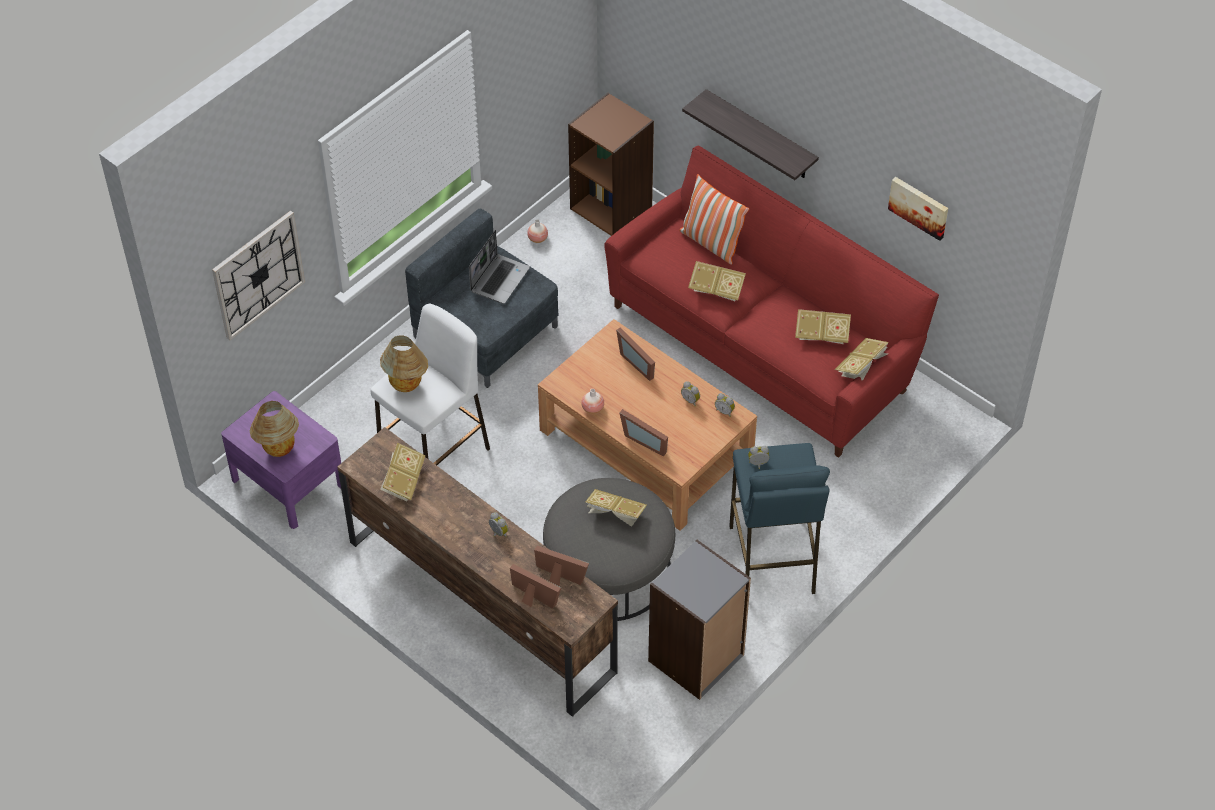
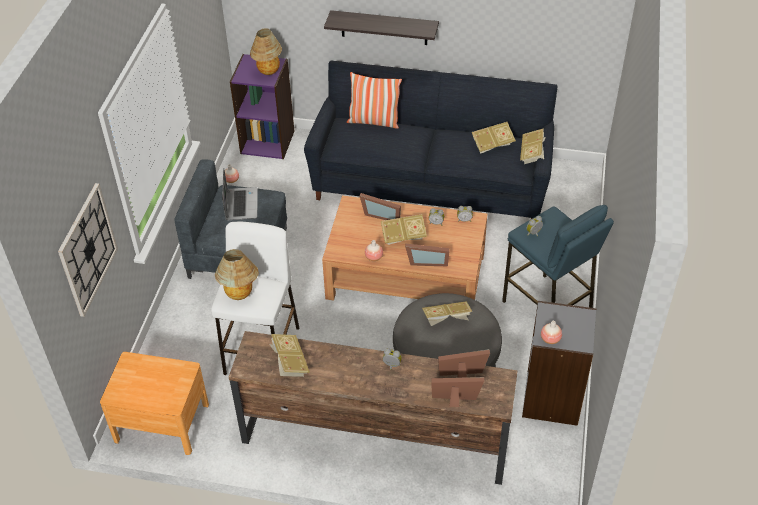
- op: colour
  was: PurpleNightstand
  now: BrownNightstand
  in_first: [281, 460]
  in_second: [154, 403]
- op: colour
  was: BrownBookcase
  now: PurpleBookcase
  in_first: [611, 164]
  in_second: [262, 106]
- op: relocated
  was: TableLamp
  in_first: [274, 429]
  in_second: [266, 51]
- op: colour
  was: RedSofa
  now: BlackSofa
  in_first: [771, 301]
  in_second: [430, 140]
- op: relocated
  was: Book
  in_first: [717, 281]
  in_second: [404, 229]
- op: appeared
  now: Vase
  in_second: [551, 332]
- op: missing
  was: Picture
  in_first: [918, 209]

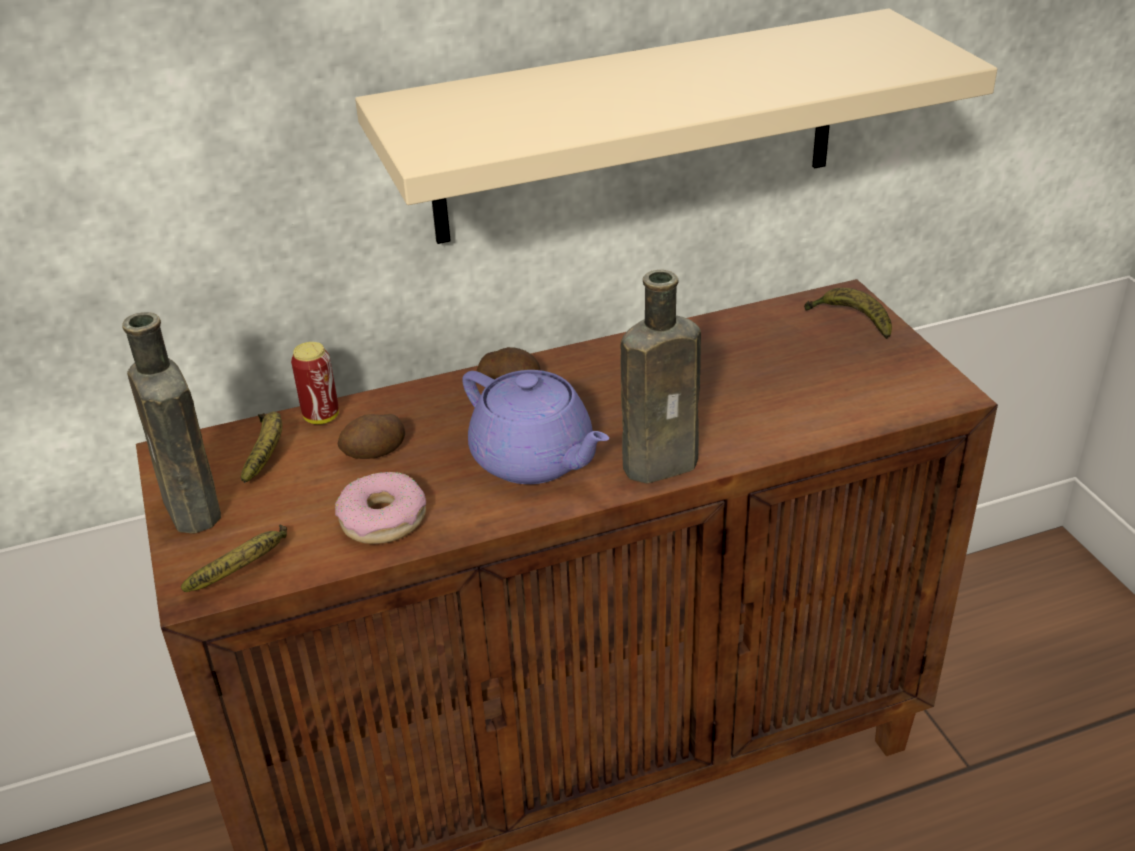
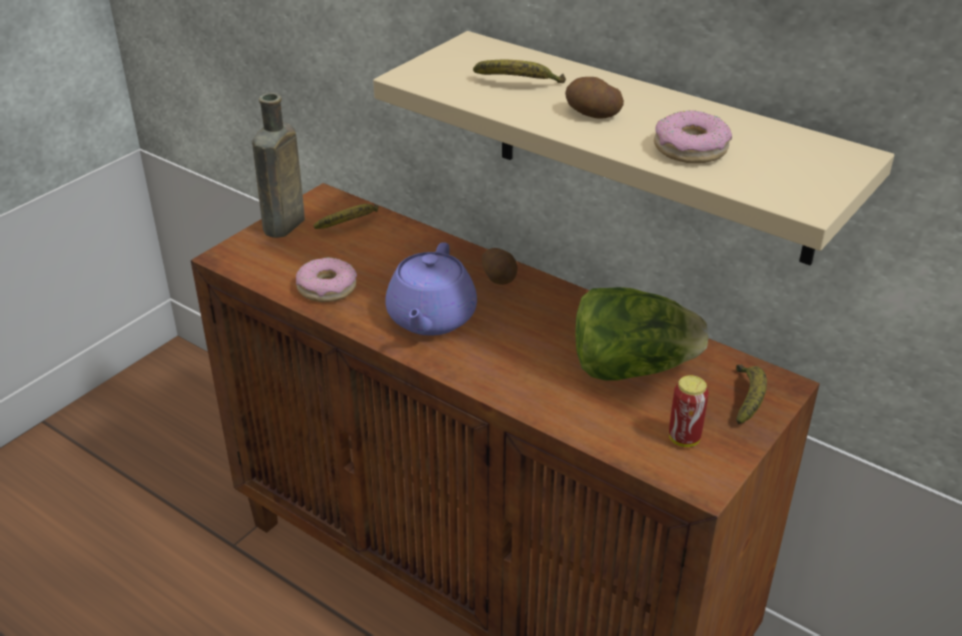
- op: relocated
  was: Banana
  in_first: [234, 558]
  in_second: [519, 71]
- op: relocated
  was: Potato
  in_first: [371, 436]
  in_second: [594, 98]
- op: appeared
  now: Lettuce
  in_second: [641, 334]
- op: appeared
  now: Donut
  in_second: [693, 136]
- op: relocated
  was: Can
  in_first: [315, 383]
  in_second: [689, 411]
- op: missing
  was: BrownBottle
  in_first: [660, 376]

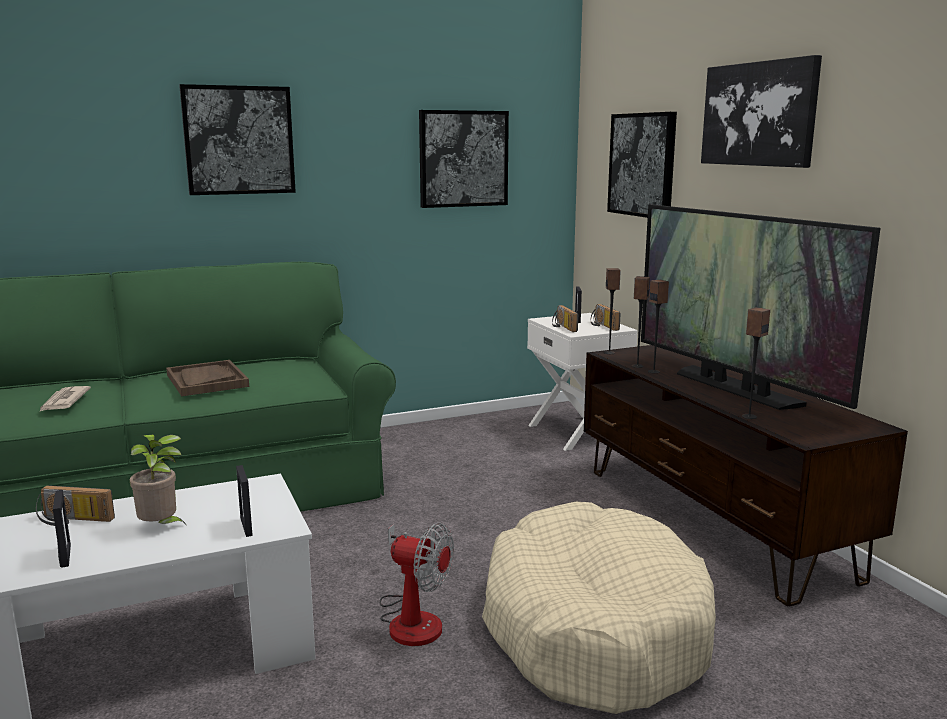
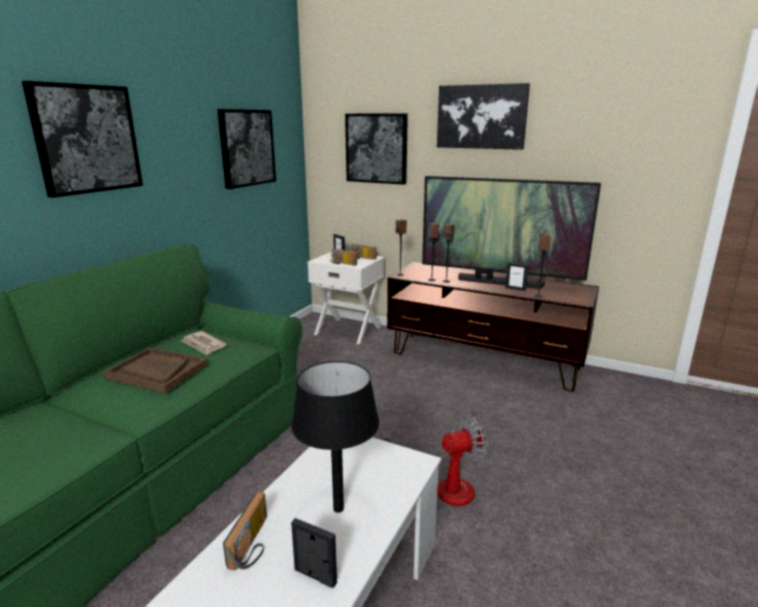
- op: relocated
  was: Newspaper
  in_first: [65, 399]
  in_second: [204, 343]
- op: spun
  was: Radio
  in_first: [75, 505]
  in_second: [245, 531]
  clockwise: -45
- op: exchanged
  was: PottedPlant
  now: BlackTableLamp
  in_first: [157, 479]
  in_second: [335, 437]
- op: relocated
  was: PictureFrame
  in_first: [244, 501]
  in_second: [516, 276]
- op: missing
  was: BeigeDogBed
  in_first: [599, 608]

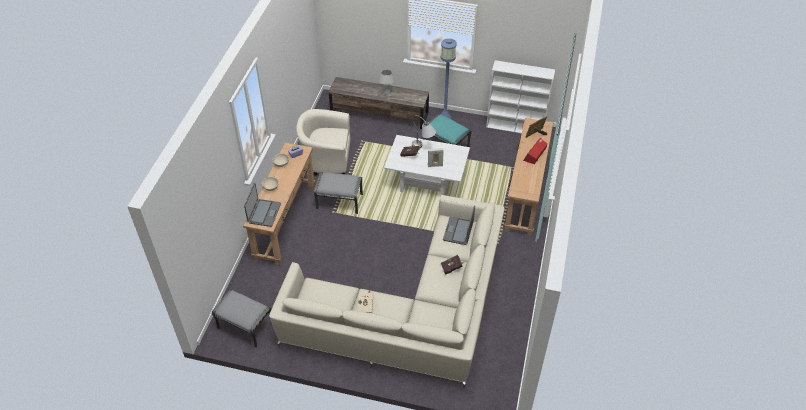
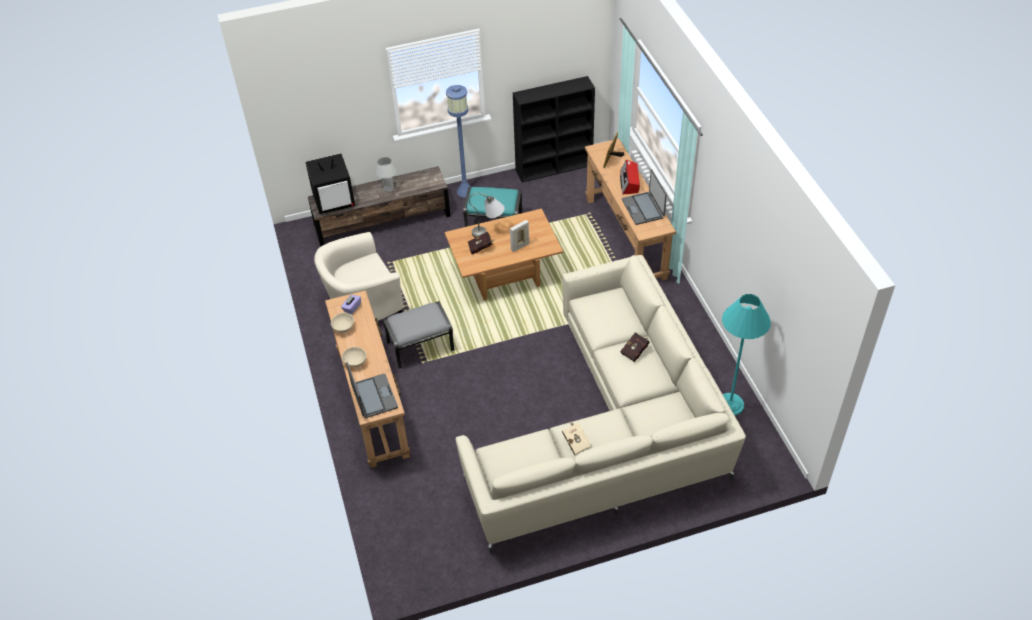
- op: appeared
  now: Television
  in_second: [330, 183]
- op: colour
  was: WhiteCoffeeTable
  now: BrownCoffeeTable
  in_first: [427, 165]
  in_second: [504, 254]
- op: colour
  was: WhiteBookcase
  now: BlackBookcase
  in_first: [520, 96]
  in_second: [554, 129]
- op: relocated
  was: Laptop
  in_first: [459, 225]
  in_second: [644, 197]
- op: appeared
  now: TurquoiseFloorLamp
  in_second: [746, 355]
- op: missing
  was: GreyOttoman
  in_first: [242, 319]

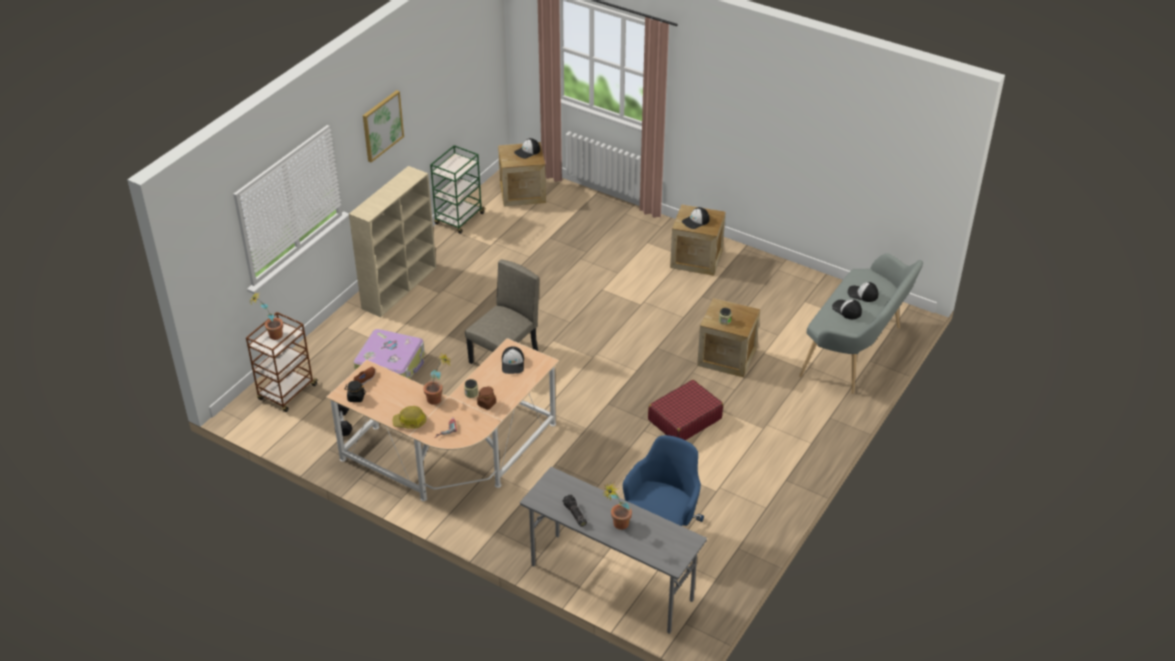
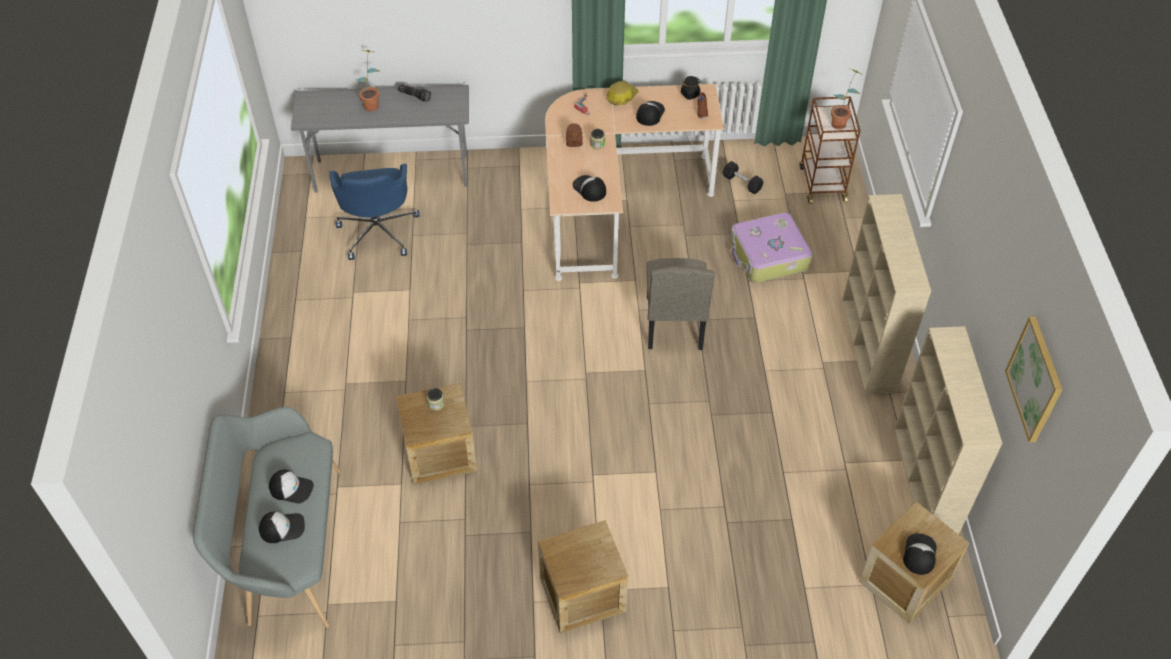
- op: relocated
  was: Cap
  in_first: [695, 218]
  in_second: [650, 113]
- op: exchanged
  was: GreenCart
  now: BeigeBookcase
  in_first: [457, 189]
  in_second: [948, 430]
- op: relocated
  was: Picture
  in_first: [383, 126]
  in_second: [1034, 379]
- op: missing
  was: PottedPlant
  in_first: [437, 379]
- op: missing
  was: RedSuitcase
  in_first: [685, 410]

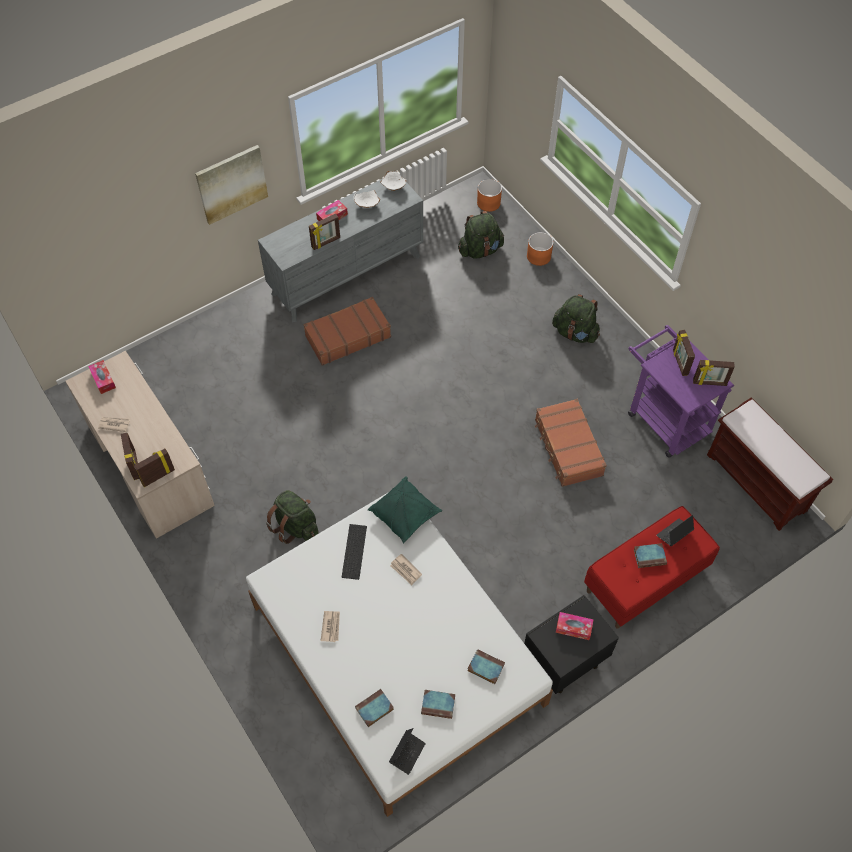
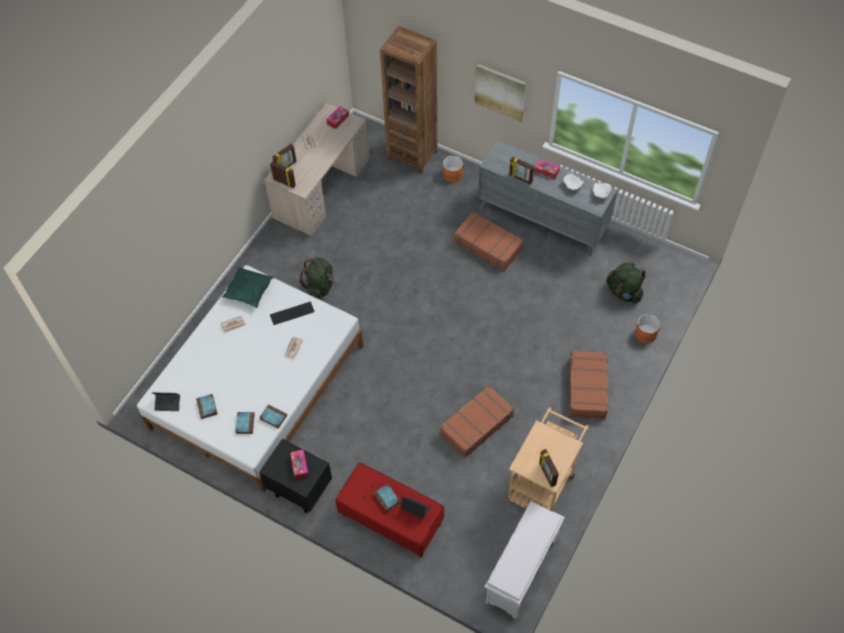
- op: relocated
  was: GreenPillow
  in_first: [405, 509]
  in_second: [248, 287]
- op: relocated
  was: Book
  in_first: [374, 708]
  in_second: [273, 417]
- op: appeared
  now: BrownBookcase
  in_second: [408, 99]
- op: relocated
  was: OrangePlanter
  in_first: [489, 195]
  in_second: [453, 169]
- op: colour
  was: BrownBench
  now: WhiteBench
  in_first: [770, 464]
  in_second: [525, 560]
- op: colour
  was: PurpleCart
  now: BeigeCart
  in_first: [681, 391]
  in_second: [548, 459]
- op: exchanged
  was: GreenBackpack
  now: BrownSuitcase
  in_first: [576, 318]
  in_second: [587, 384]
- op: missing
  was: PictureFrame
  in_first: [684, 353]

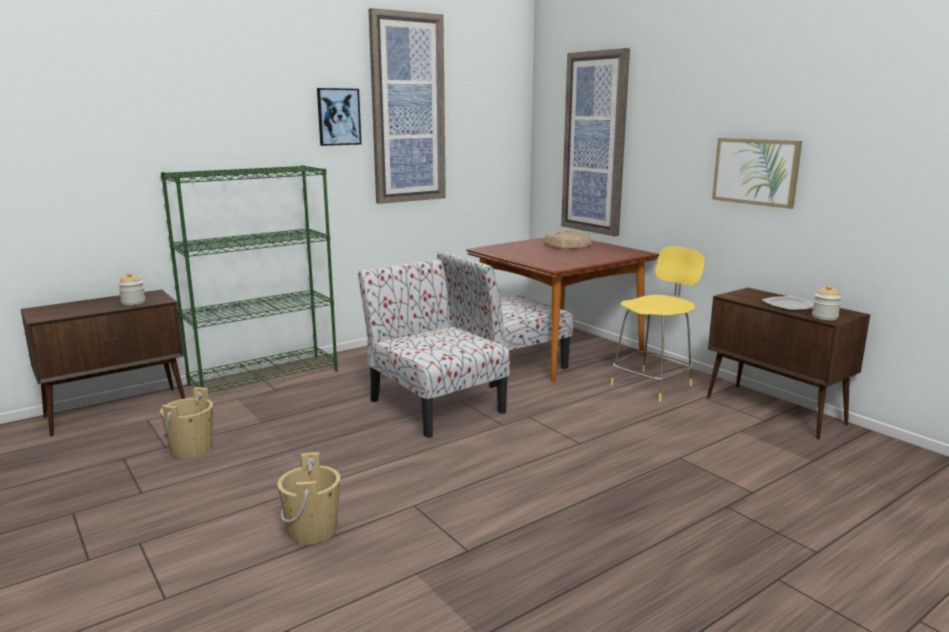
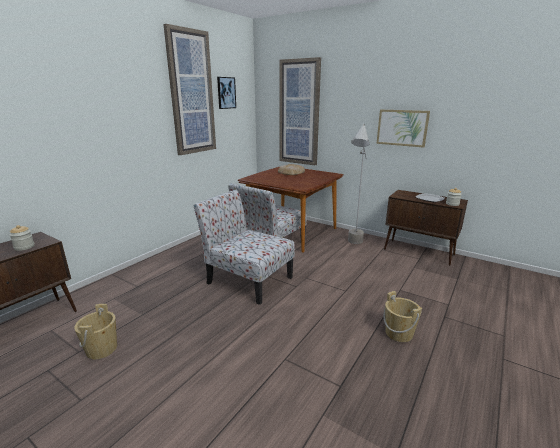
- op: relocated
  was: Picture
  in_first: [339, 117]
  in_second: [226, 93]
- op: exchanged
  was: YellowStool
  now: GreyFloorLamp
  in_first: [657, 324]
  in_second: [358, 184]
- op: relocated
  was: BeigeBucket
  in_first: [308, 498]
  in_second: [403, 316]
- op: missing
  was: GreenBookcase
  in_first: [249, 279]

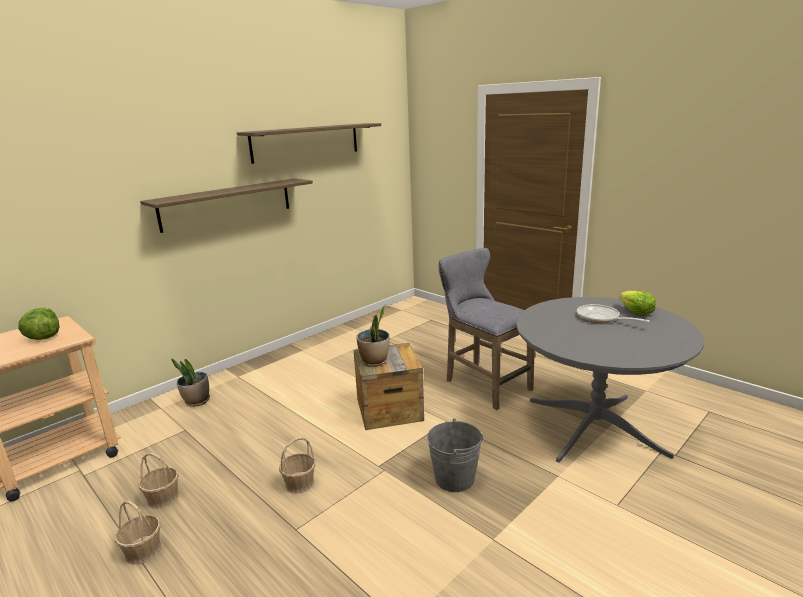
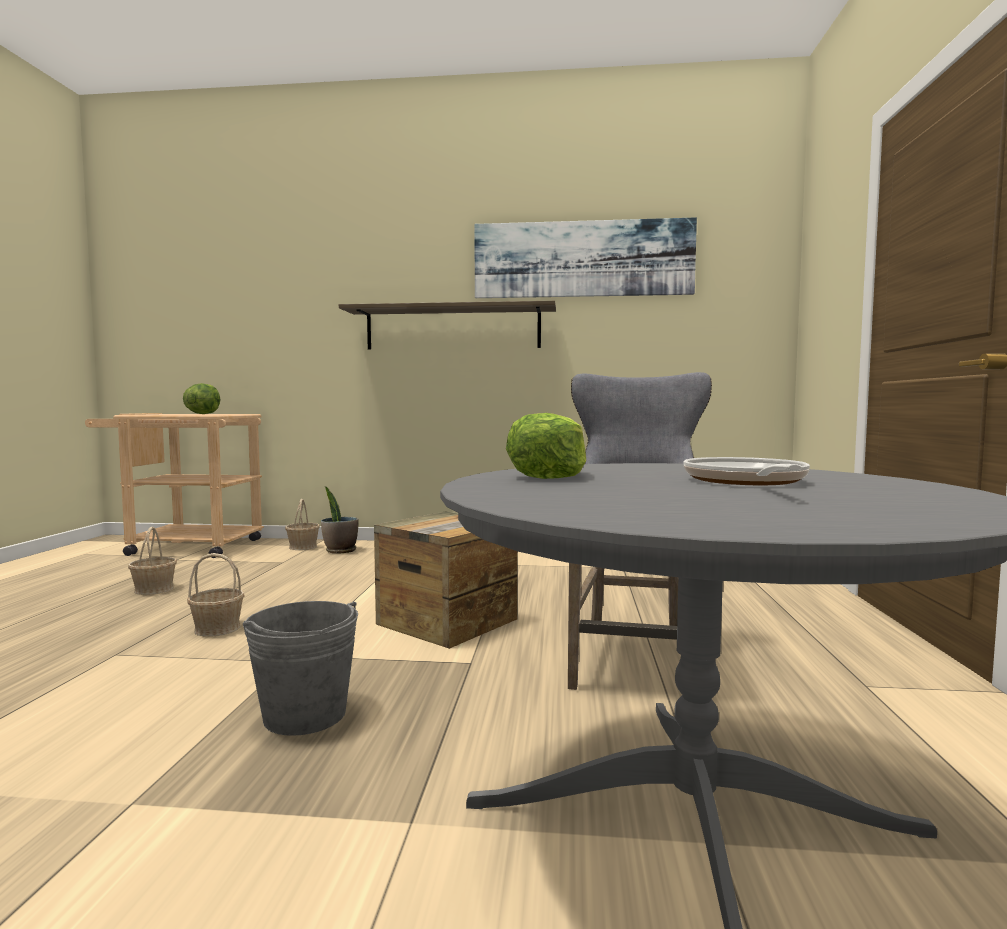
- op: relocated
  was: Basket
  in_first: [138, 532]
  in_second: [302, 524]
- op: exchanged
  was: Shelf
  now: Picture
  in_first: [309, 143]
  in_second: [585, 257]
- op: relocated
  was: Lettuce
  in_first: [637, 303]
  in_second: [546, 446]
- op: missing
  was: PottedPlant
  in_first: [373, 335]

